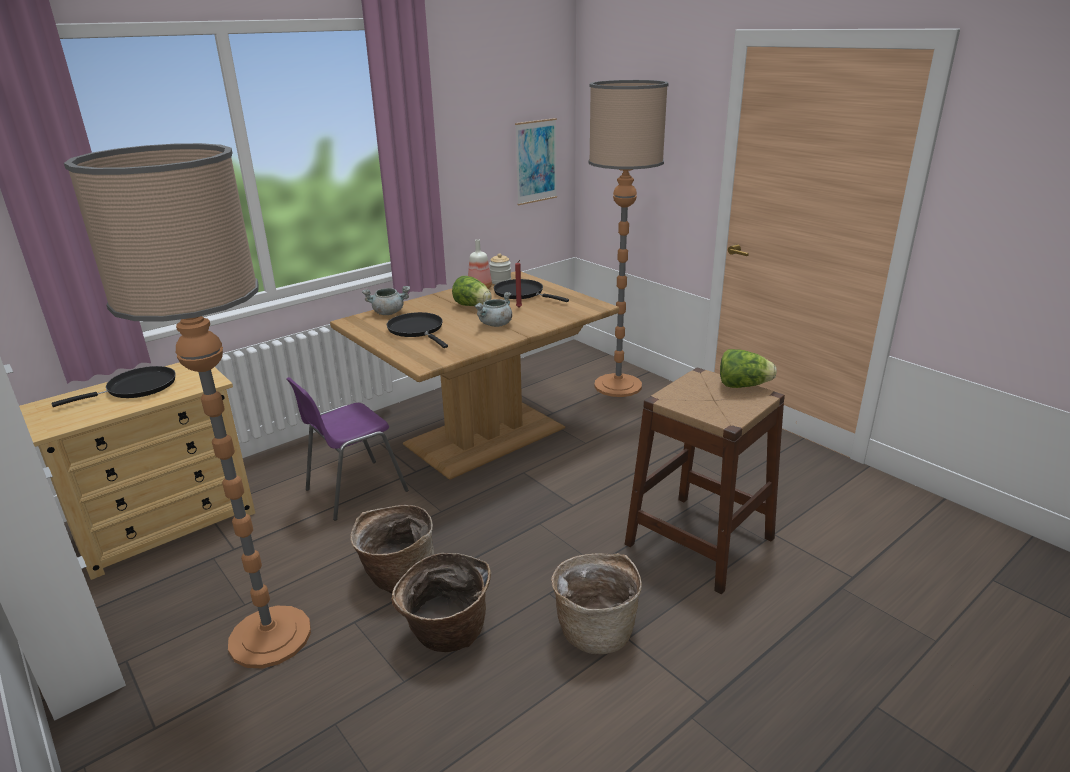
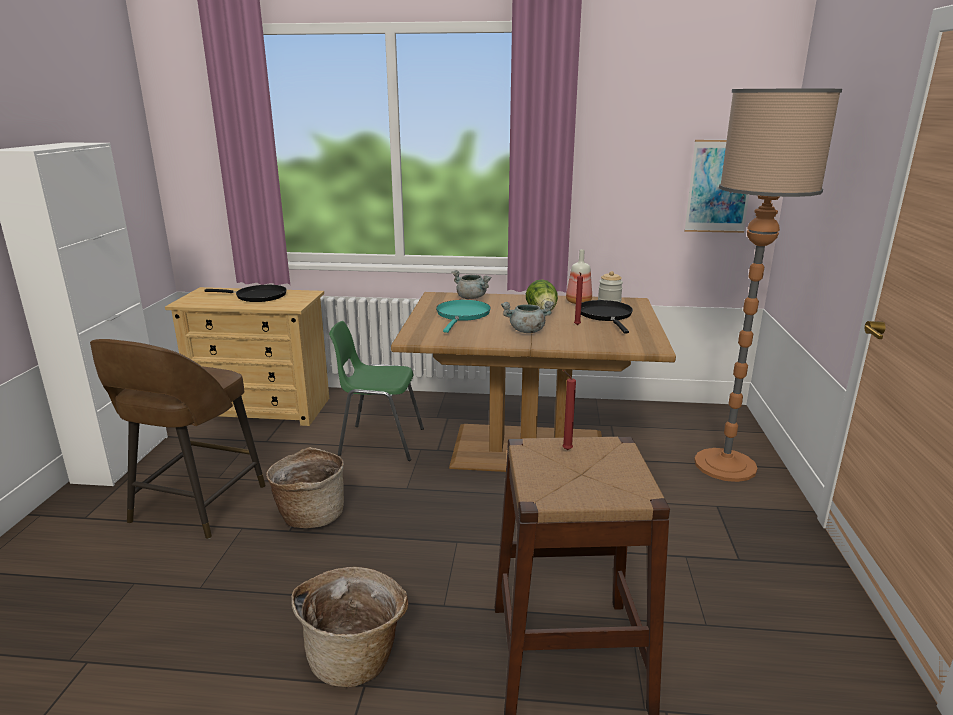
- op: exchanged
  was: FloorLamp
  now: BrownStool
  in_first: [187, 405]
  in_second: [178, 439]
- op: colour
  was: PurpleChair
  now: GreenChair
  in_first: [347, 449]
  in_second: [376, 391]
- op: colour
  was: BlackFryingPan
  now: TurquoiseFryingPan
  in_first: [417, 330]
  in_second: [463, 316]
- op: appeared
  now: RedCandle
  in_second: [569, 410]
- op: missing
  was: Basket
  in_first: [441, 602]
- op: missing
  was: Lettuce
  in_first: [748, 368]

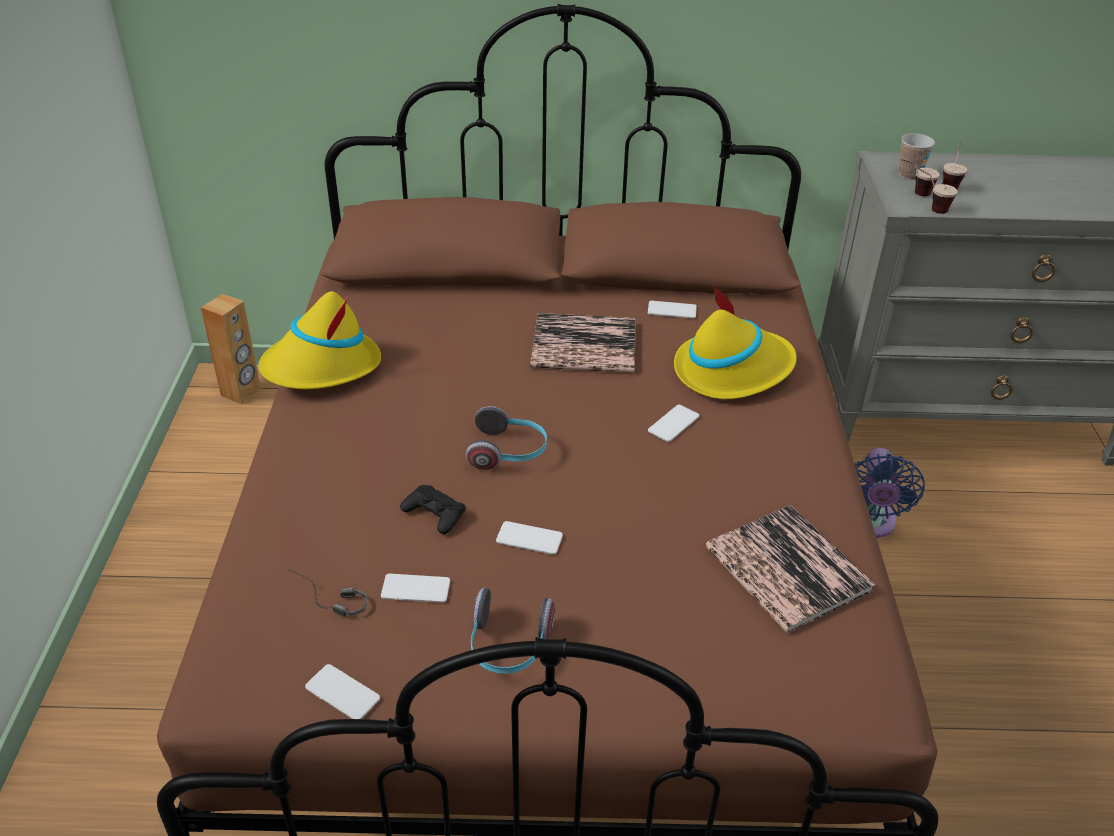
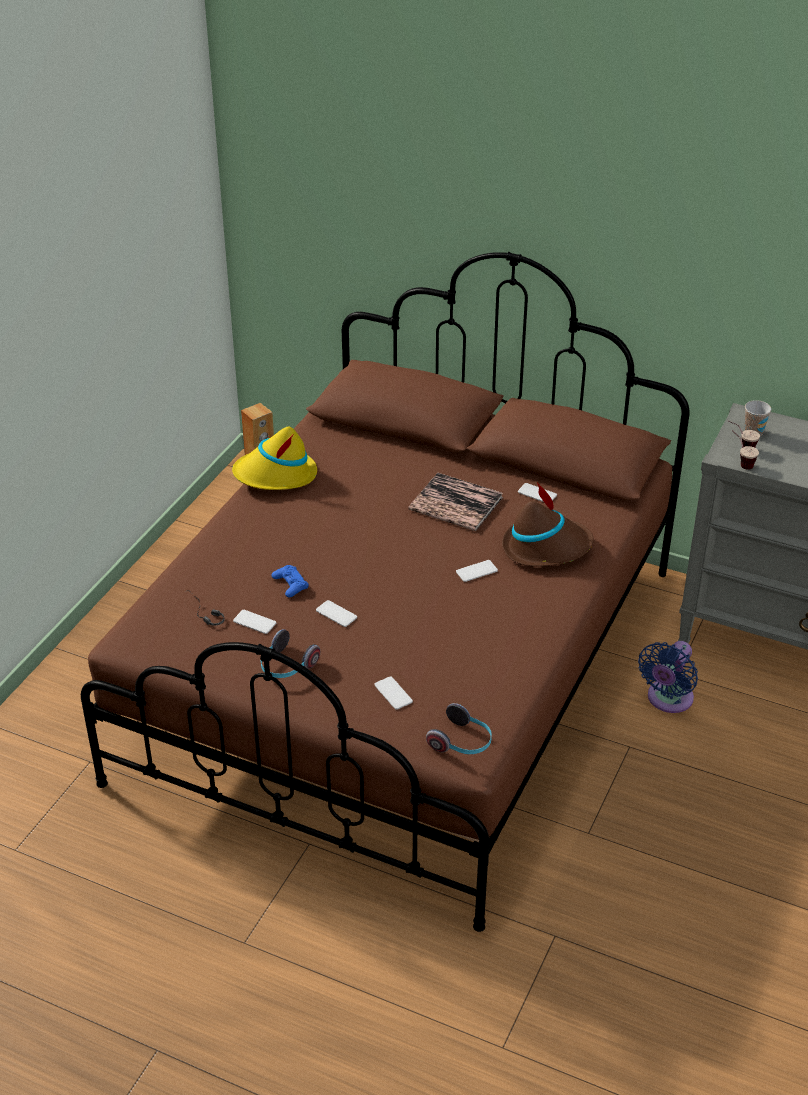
- op: colour
  was: BlackGameController
  now: BlueGameController
  in_first: [433, 509]
  in_second: [290, 581]
- op: relocated
  was: Phone
  in_first: [342, 691]
  in_second: [393, 693]
- op: relocated
  was: Headphones
  in_first: [506, 438]
  in_second: [459, 728]
- op: colour
  was: YellowHat
  now: BrownHat
  in_first: [735, 341]
  in_second: [548, 524]
- op: missing
  was: Book
  in_first: [790, 569]
- op: missing
  was: Cup
  in_first: [955, 165]

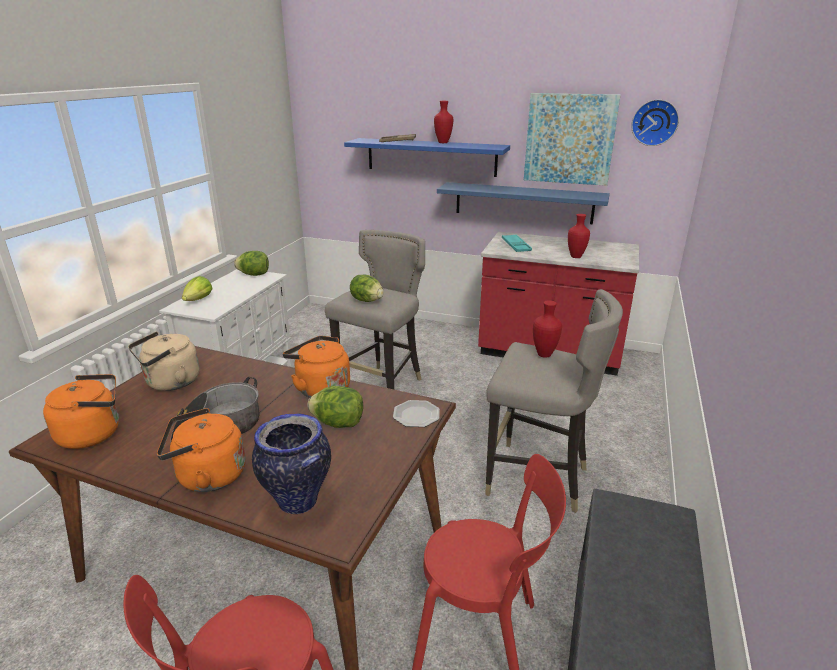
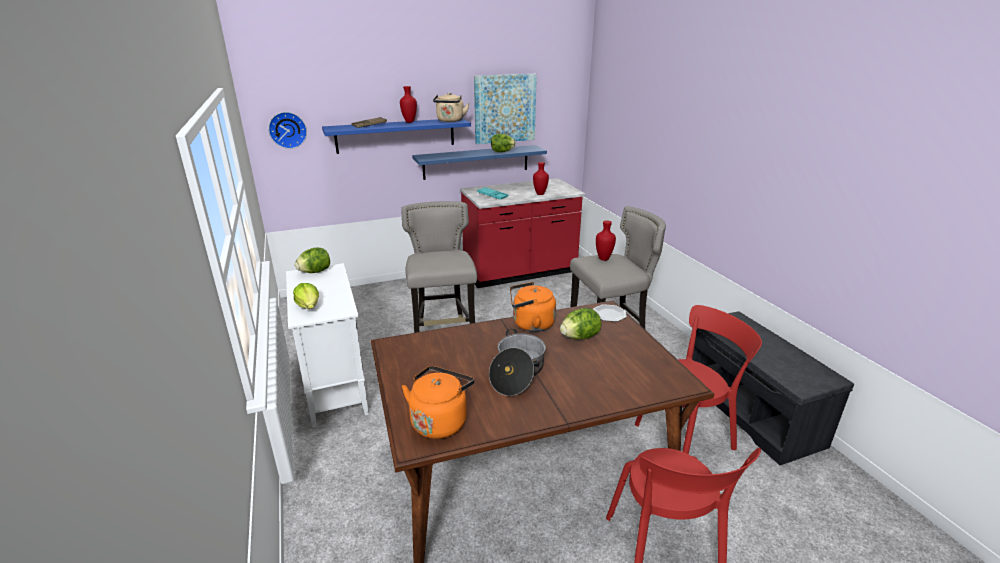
- op: relocated
  was: WallClock
  in_first: [655, 122]
  in_second: [287, 130]
- op: relocated
  was: BeigeKettle
  in_first: [164, 361]
  in_second: [451, 107]
- op: relocated
  was: Lettuce
  in_first: [367, 288]
  in_second: [503, 143]
- op: missing
  was: OrangeKettle
  in_first: [201, 450]
- op: missing
  was: Vase
  in_first: [291, 463]

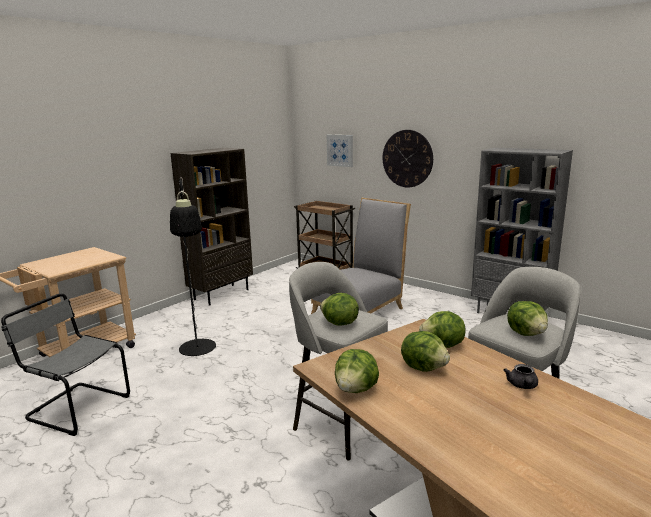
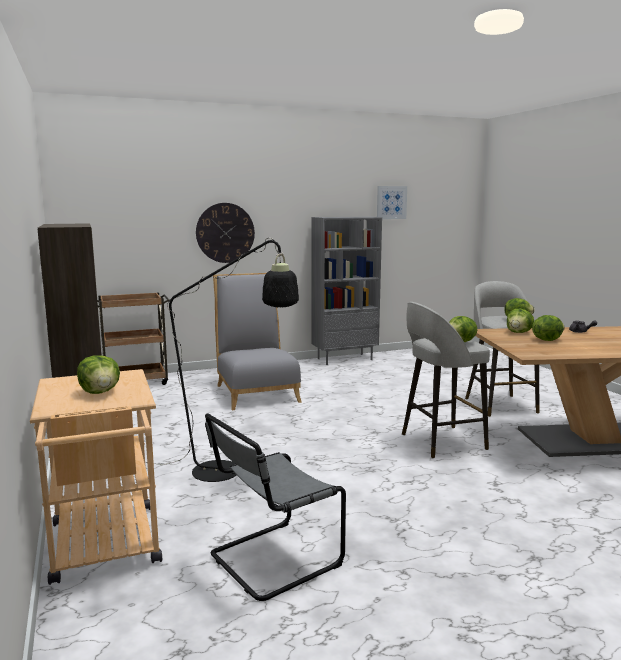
- op: relocated
  was: Lettuce
  in_first: [357, 371]
  in_second: [98, 374]
- op: relocated
  was: Picture
  in_first: [340, 151]
  in_second: [392, 202]

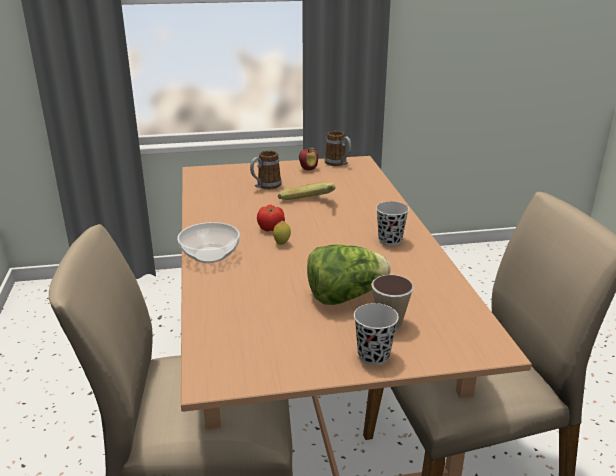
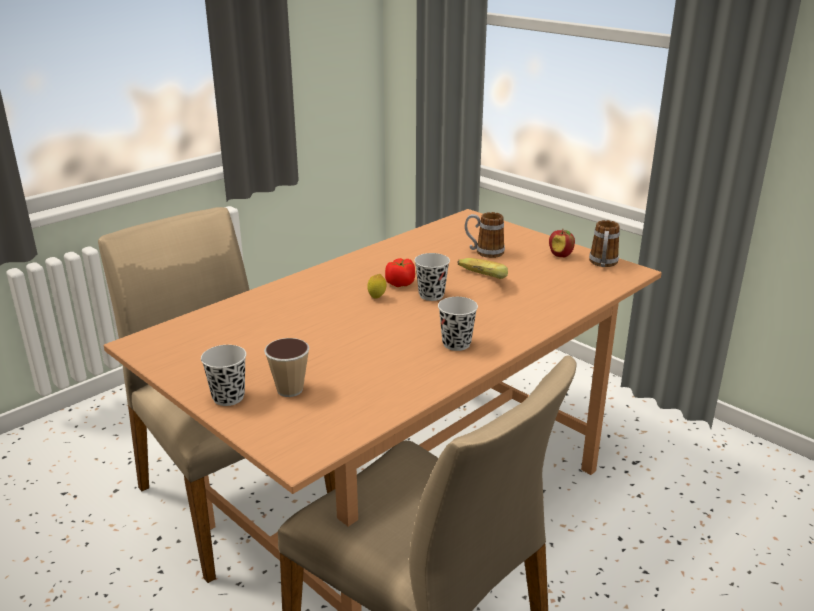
- op: appeared
  now: BlackCup
  in_second: [432, 277]
- op: missing
  was: Bowl
  in_first: [208, 242]
- op: missing
  was: Lettuce
  in_first: [349, 274]

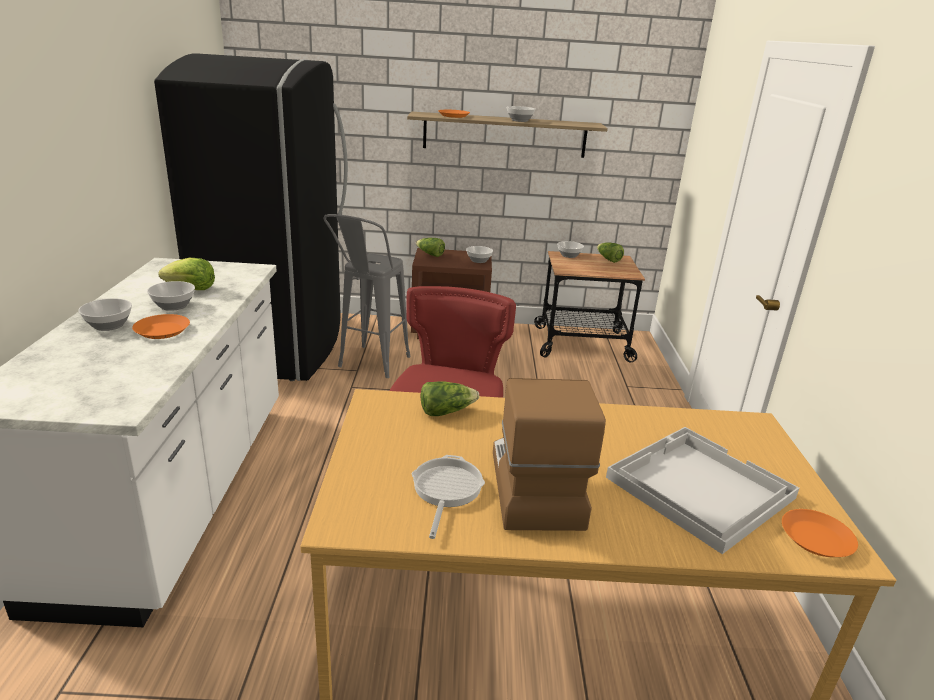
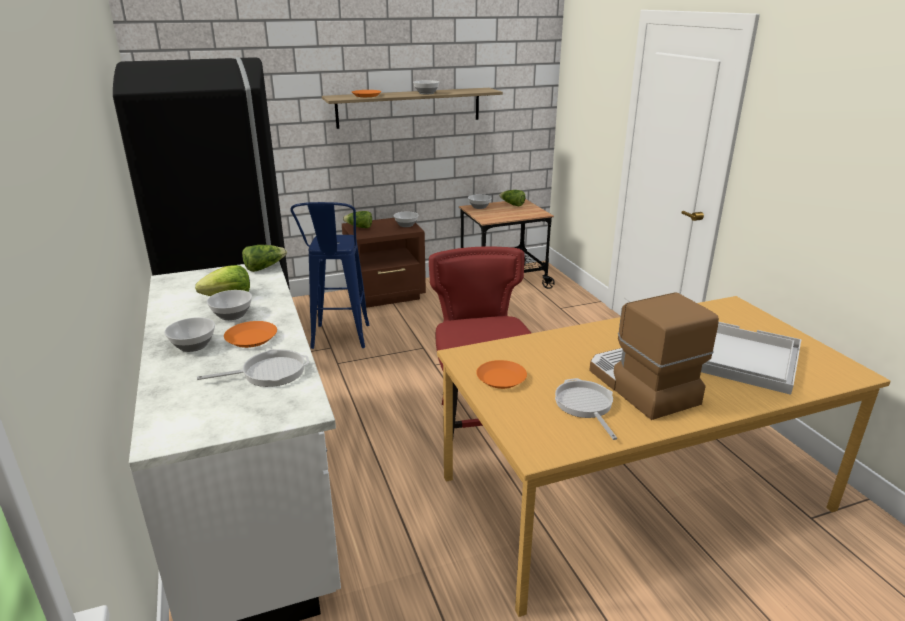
- op: appeared
  now: FryingPan
  in_second: [253, 368]
- op: relocated
  was: Lettuce
  in_first: [450, 398]
  in_second: [264, 258]
- op: colour
  was: GreyStool
  now: BlueStool
  in_first: [367, 296]
  in_second: [329, 275]
- op: relocated
  was: OrangePlate
  in_first: [820, 533]
  in_second: [501, 374]

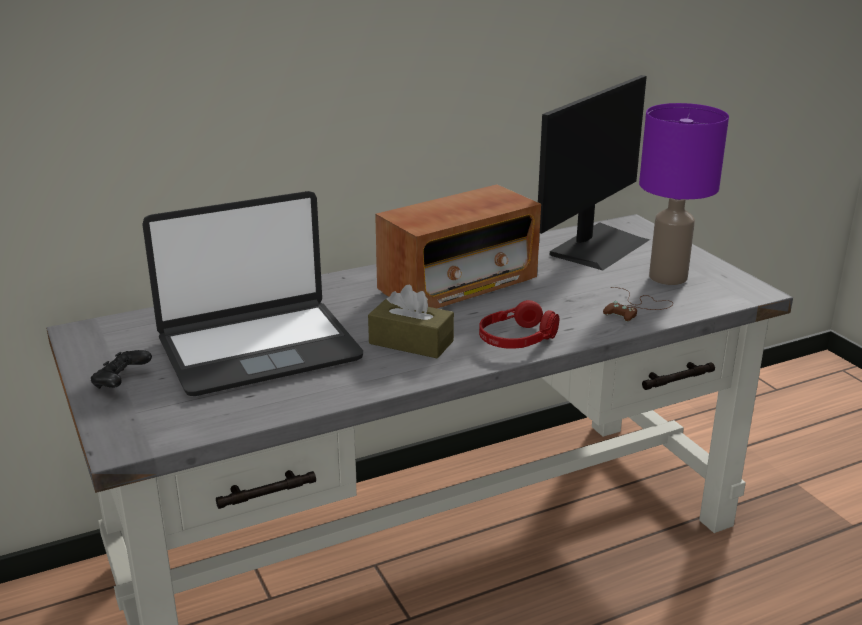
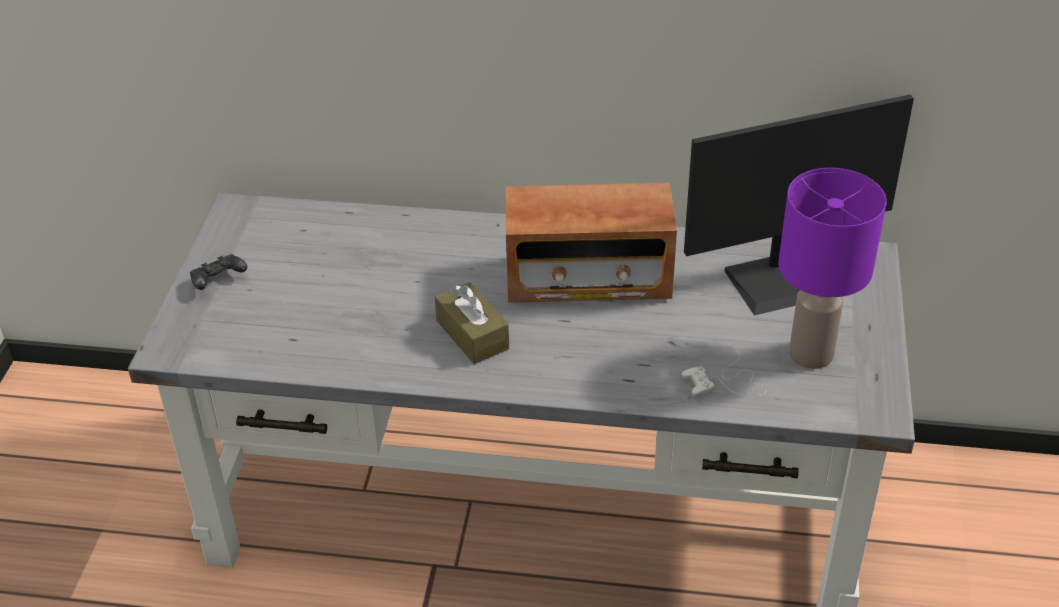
- op: colour
  was: BrownGameController
  now: WhiteGameController
  in_first: [638, 304]
  in_second: [723, 370]
- op: missing
  was: Laptop
  in_first: [252, 293]
- op: missing
  was: RedHeadphones
  in_first: [519, 324]

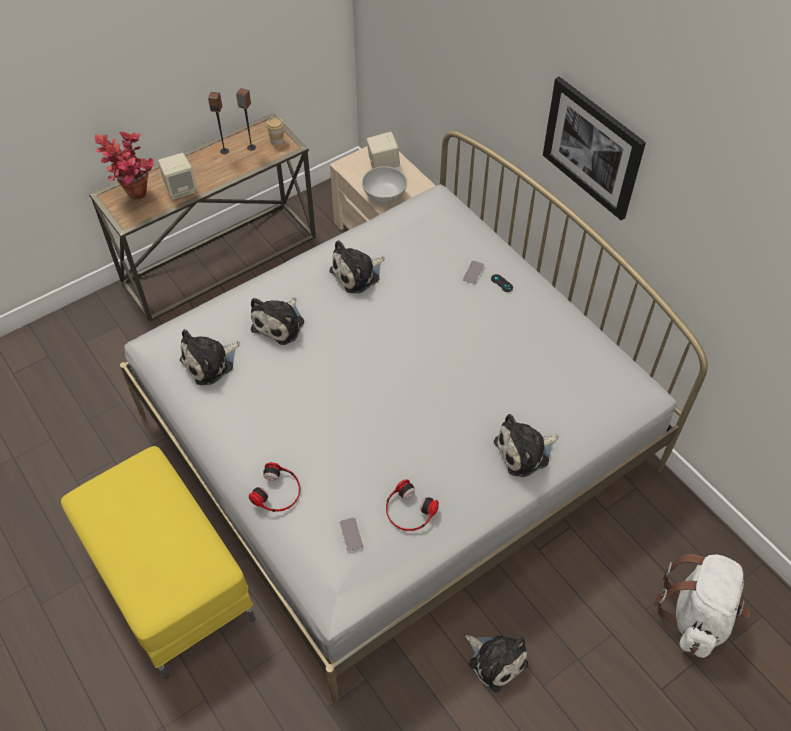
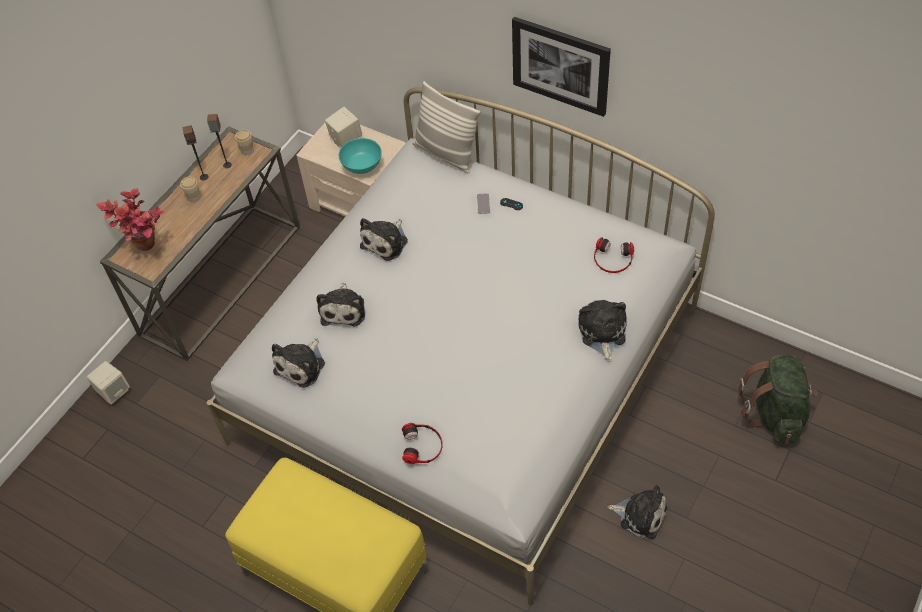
- op: relocated
  was: BeigeSpeaker
  in_first: [177, 176]
  in_second: [108, 383]
- op: appeared
  now: Cup
  in_second: [190, 189]
- op: colour
  was: WhiteBowl
  now: TurquoiseBowl
  in_first: [384, 185]
  in_second: [360, 156]
- op: appeared
  now: Pillow
  in_second: [446, 127]
- op: spun
  was: PlushToy
  in_first: [526, 445]
  in_second: [602, 330]
  clockwise: 135
- op: relocated
  was: Headphones
  in_first: [412, 505]
  in_second: [614, 255]
- op: colour
  was: WhiteBackpack
  now: GreenBackpack
  in_first: [702, 606]
  in_second: [777, 399]
- op: missing
  was: Phone
  in_first: [351, 534]

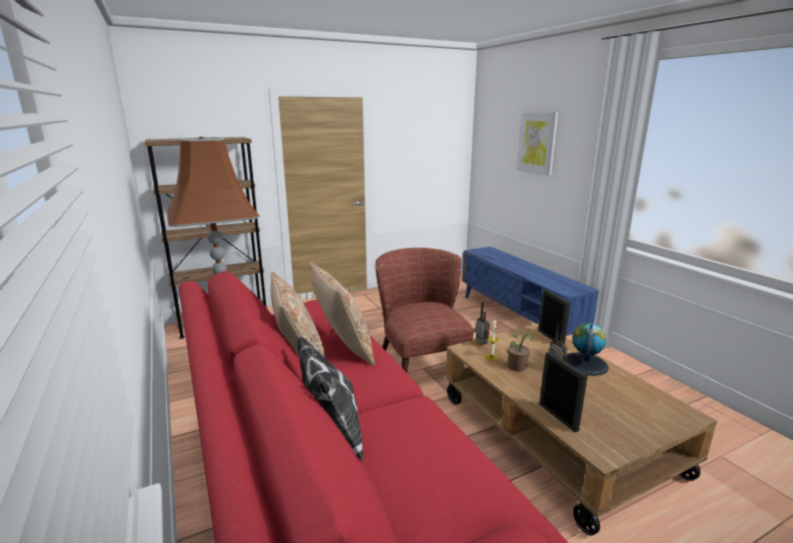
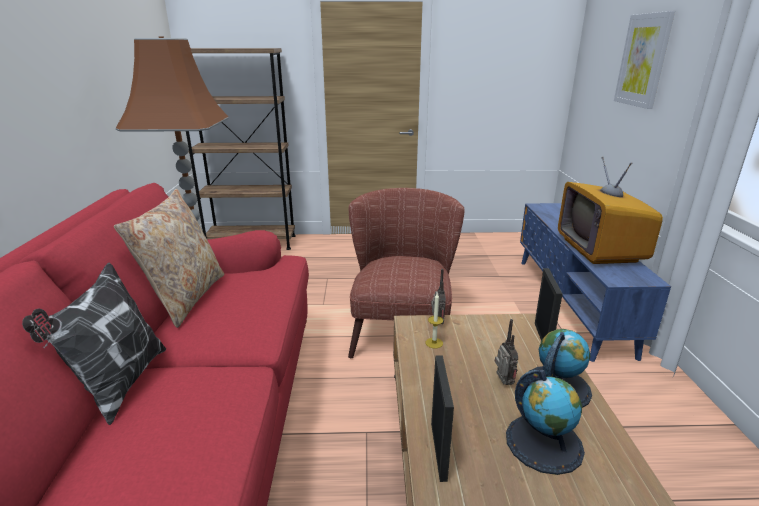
- op: appeared
  now: Globe
  in_second: [545, 422]
- op: appeared
  now: Television
  in_second: [610, 210]
- op: missing
  was: BeigePillow
  in_first: [342, 314]
- op: missing
  was: PottedPlant
  in_first: [520, 353]

